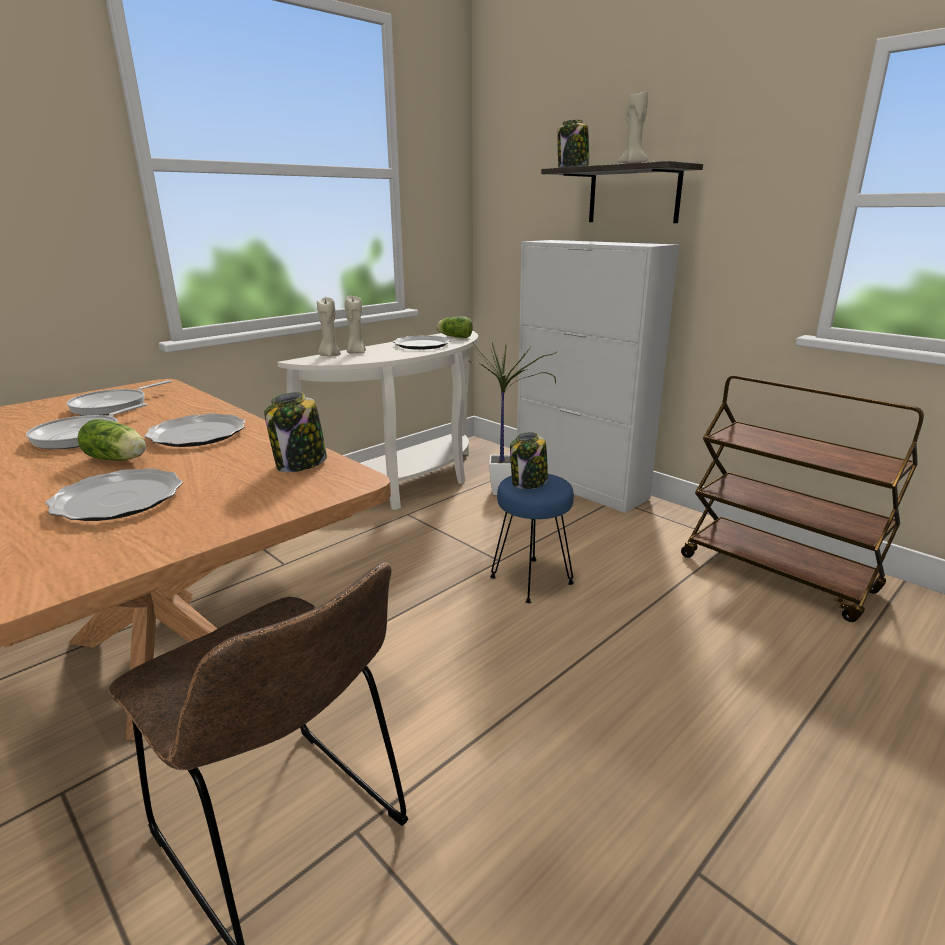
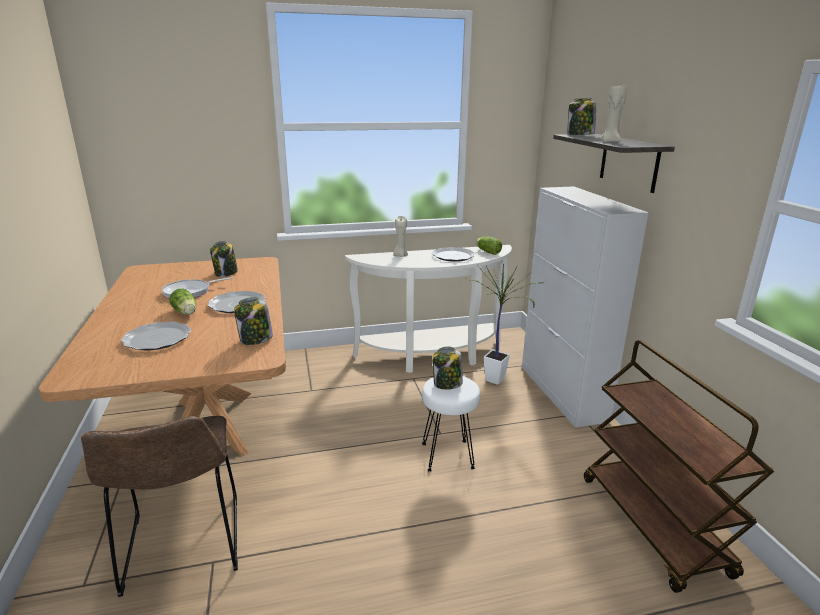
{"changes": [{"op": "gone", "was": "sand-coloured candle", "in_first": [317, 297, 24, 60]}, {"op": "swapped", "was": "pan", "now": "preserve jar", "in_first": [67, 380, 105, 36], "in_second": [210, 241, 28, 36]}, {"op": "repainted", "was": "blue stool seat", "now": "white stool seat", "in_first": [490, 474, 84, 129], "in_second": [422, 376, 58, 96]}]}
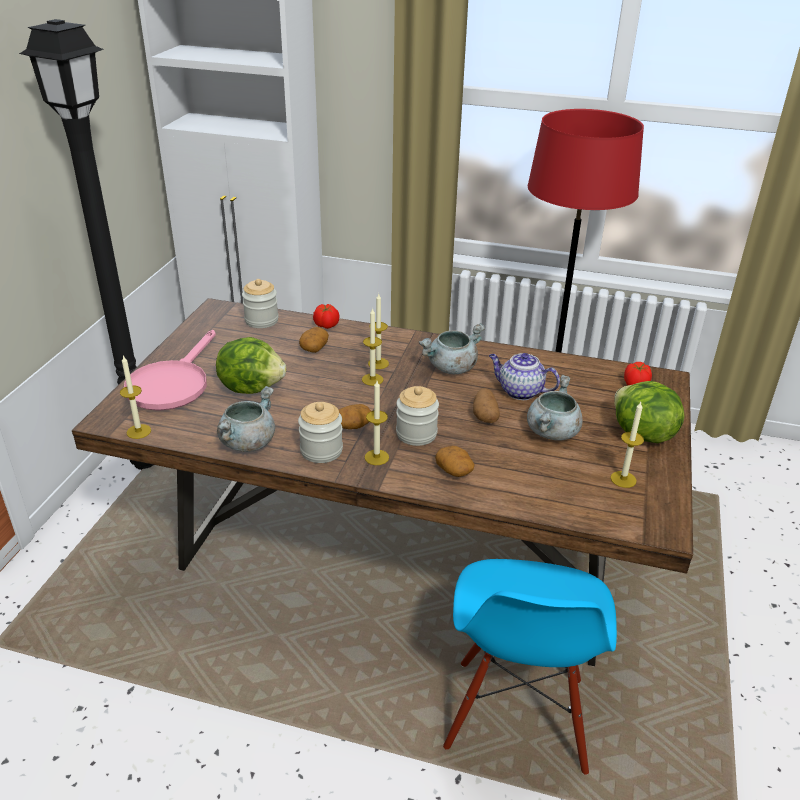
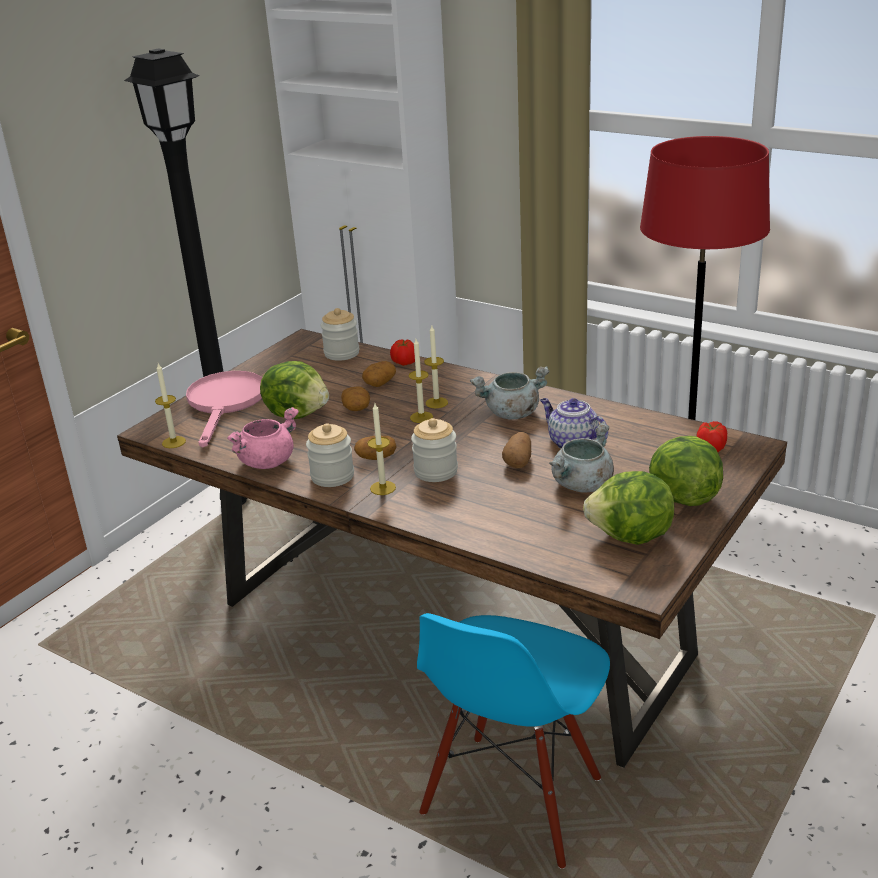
{"changes": [{"op": "rotated", "was": "pink-coloured pan", "in_first": [124, 330, 92, 81], "in_second": [186, 371, 76, 76], "clockwise": 150}, {"op": "repainted", "was": "greyish saucepot", "now": "pink-coloured saucepot", "in_first": [217, 386, 58, 66], "in_second": [227, 407, 72, 62]}, {"op": "swapped", "was": "candle", "now": "lettuce", "in_first": [611, 402, 33, 86], "in_second": [583, 471, 91, 74]}, {"op": "shifted", "was": "whole potato", "in_first": [435, 446, 39, 31], "in_second": [341, 387, 29, 24]}]}
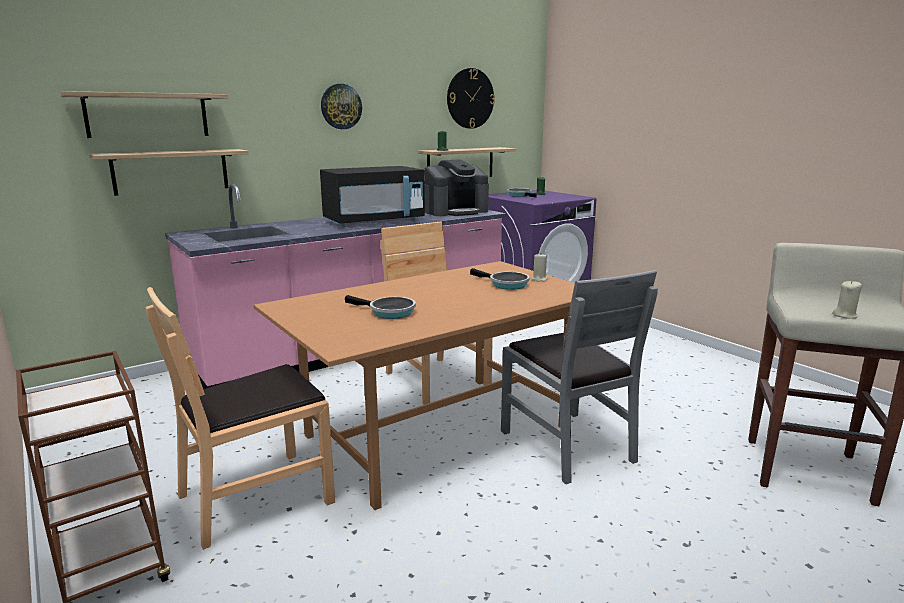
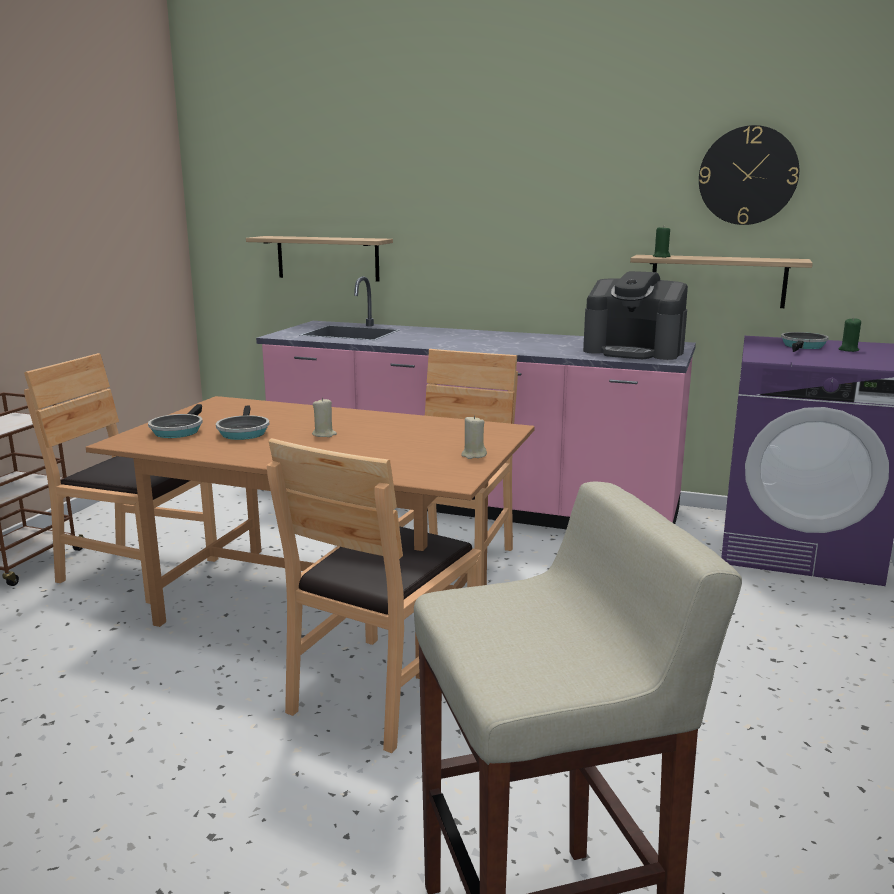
{"changes": [{"op": "gone", "was": "wall clock", "in_first": [321, 84, 41, 45]}, {"op": "gone", "was": "shelf", "in_first": [60, 91, 169, 47]}, {"op": "gone", "was": "blackish microwave oven", "in_first": [320, 166, 105, 61]}, {"op": "shifted", "was": "pan", "in_first": [470, 268, 60, 22], "in_second": [148, 404, 55, 34]}, {"op": "repainted", "was": "greyish chair", "now": "brown-coloured chair", "in_first": [501, 270, 157, 214], "in_second": [267, 438, 214, 315]}, {"op": "shifted", "was": "sand-coloured candle", "in_first": [832, 280, 30, 39], "in_second": [312, 398, 25, 39]}]}
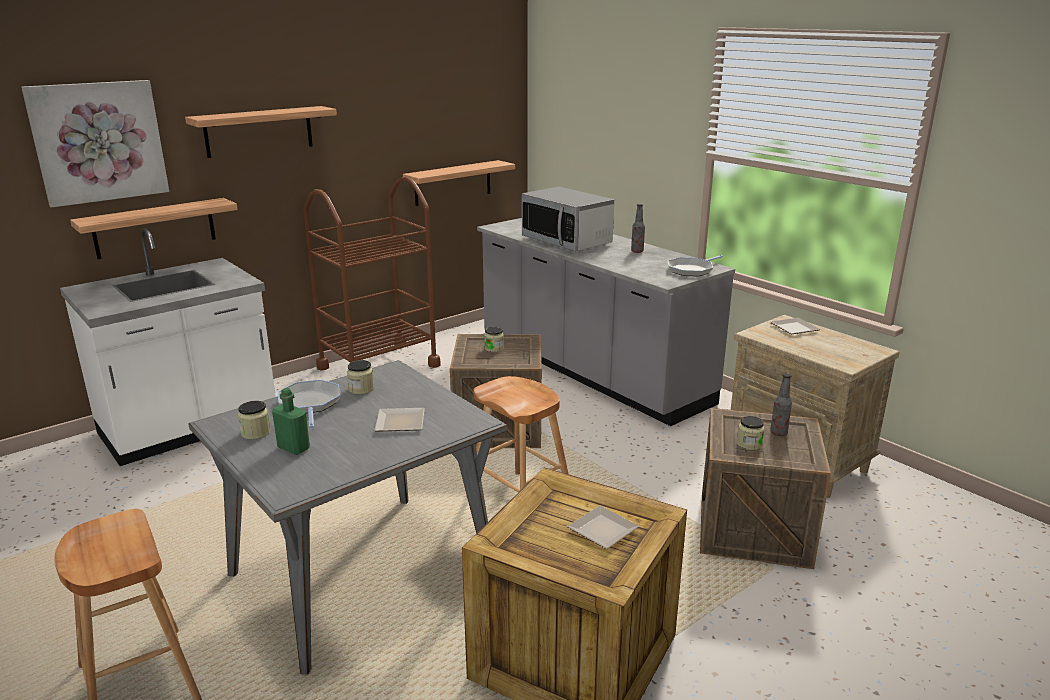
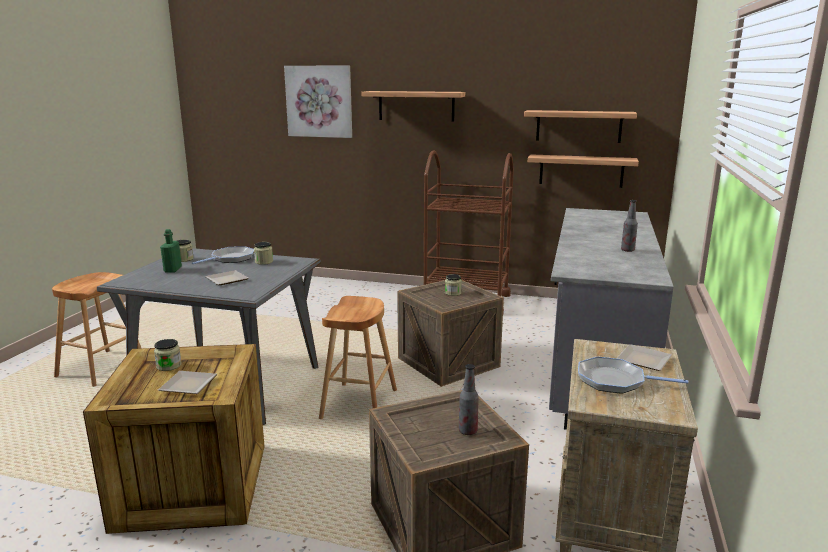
{"changes": [{"op": "gone", "was": "microwave oven", "in_first": [522, 187, 92, 64]}, {"op": "shifted", "was": "shelf", "in_first": [70, 198, 168, 61], "in_second": [524, 110, 113, 33]}, {"op": "gone", "was": "white kitchen base unit", "in_first": [60, 228, 216, 238]}, {"op": "shifted", "was": "pan", "in_first": [668, 255, 55, 21], "in_second": [578, 356, 110, 38]}, {"op": "shifted", "was": "preserve jar", "in_first": [737, 416, 27, 34], "in_second": [154, 339, 28, 32]}]}
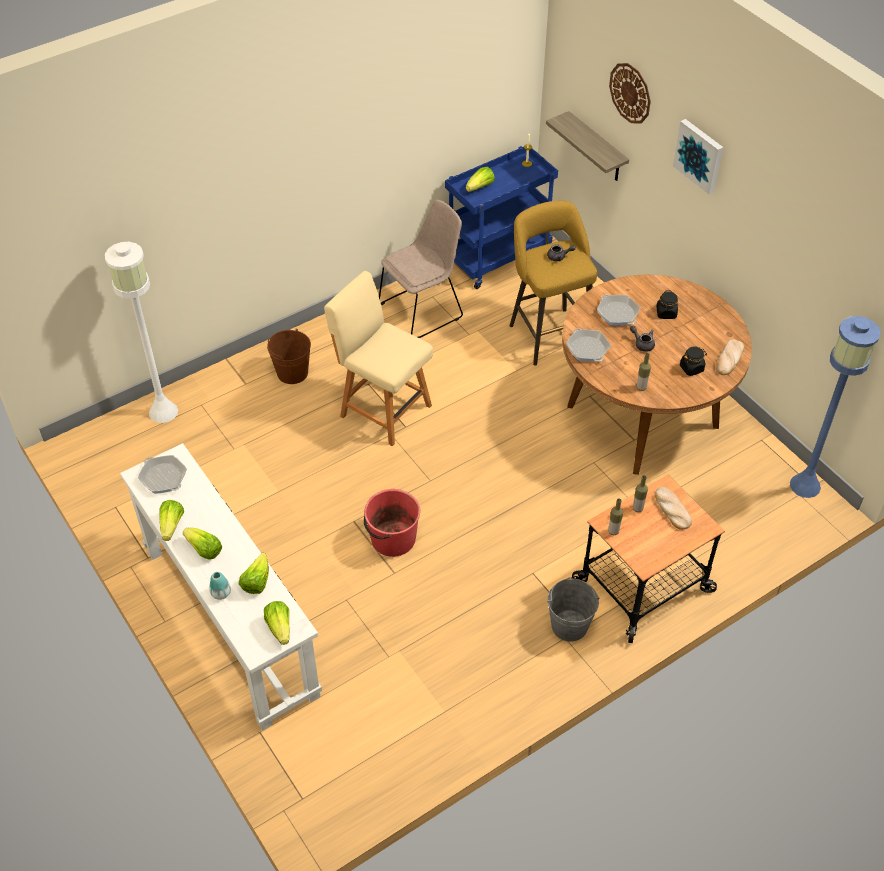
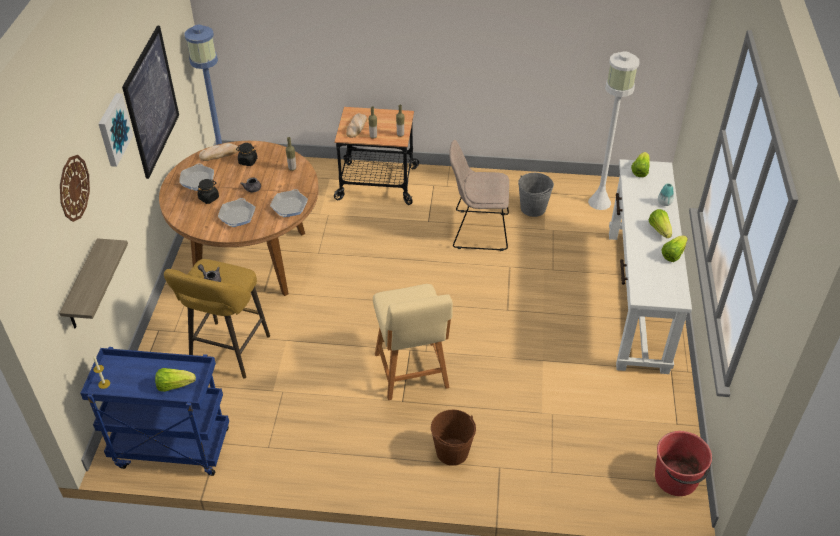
{"changes": [{"op": "shifted", "was": "sand-coloured chair", "in_first": [379, 200, 84, 138], "in_second": [449, 140, 60, 111]}, {"op": "shifted", "was": "white standard lamp", "in_first": [105, 242, 73, 181], "in_second": [588, 51, 52, 159]}, {"op": "shifted", "was": "pan", "in_first": [138, 455, 49, 39], "in_second": [179, 164, 35, 27]}, {"op": "shifted", "was": "red-coloured bucket", "in_first": [364, 489, 56, 68], "in_second": [655, 431, 57, 65]}, {"op": "gone", "was": "lettuce", "in_first": [239, 552, 30, 42]}, {"op": "shifted", "was": "greyish bucket", "in_first": [547, 577, 52, 64], "in_second": [518, 173, 36, 44]}, {"op": "new", "now": "wall art", "in_second": [122, 26, 57, 153]}]}
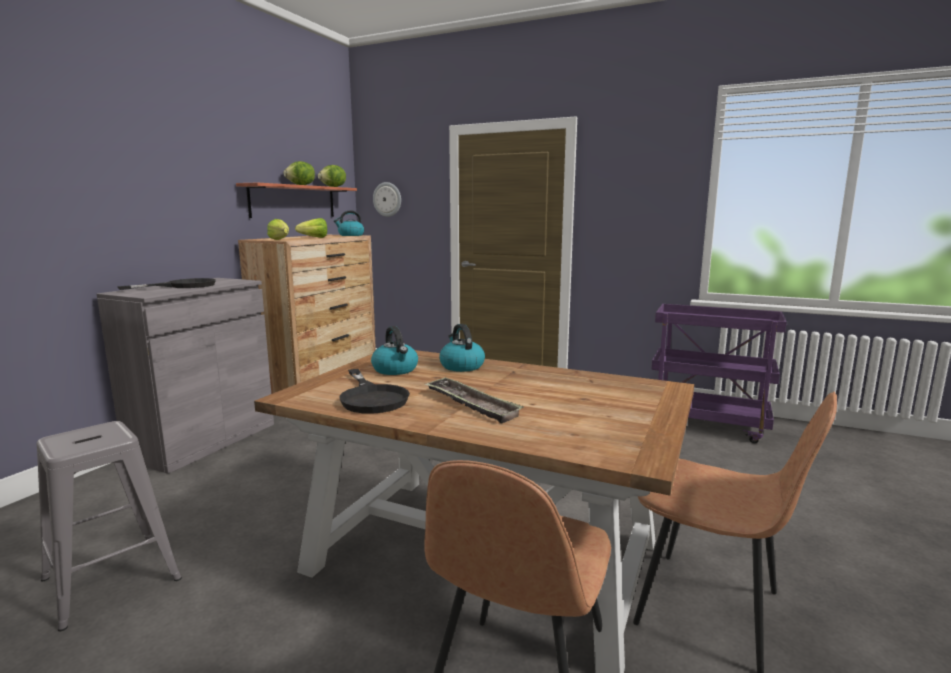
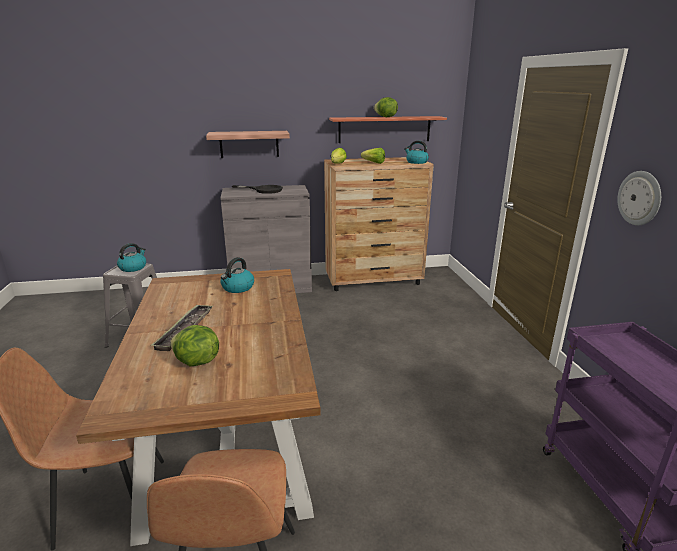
{"changes": [{"op": "shifted", "was": "lettuce", "in_first": [318, 165, 28, 22], "in_second": [170, 325, 49, 41]}, {"op": "shifted", "was": "wall clock", "in_first": [373, 182, 28, 35], "in_second": [617, 171, 44, 54]}, {"op": "shifted", "was": "tea kettle", "in_first": [439, 324, 46, 48], "in_second": [117, 243, 29, 29]}, {"op": "gone", "was": "blackish pan", "in_first": [339, 369, 71, 45]}, {"op": "new", "now": "shelf", "in_second": [206, 131, 84, 27]}]}
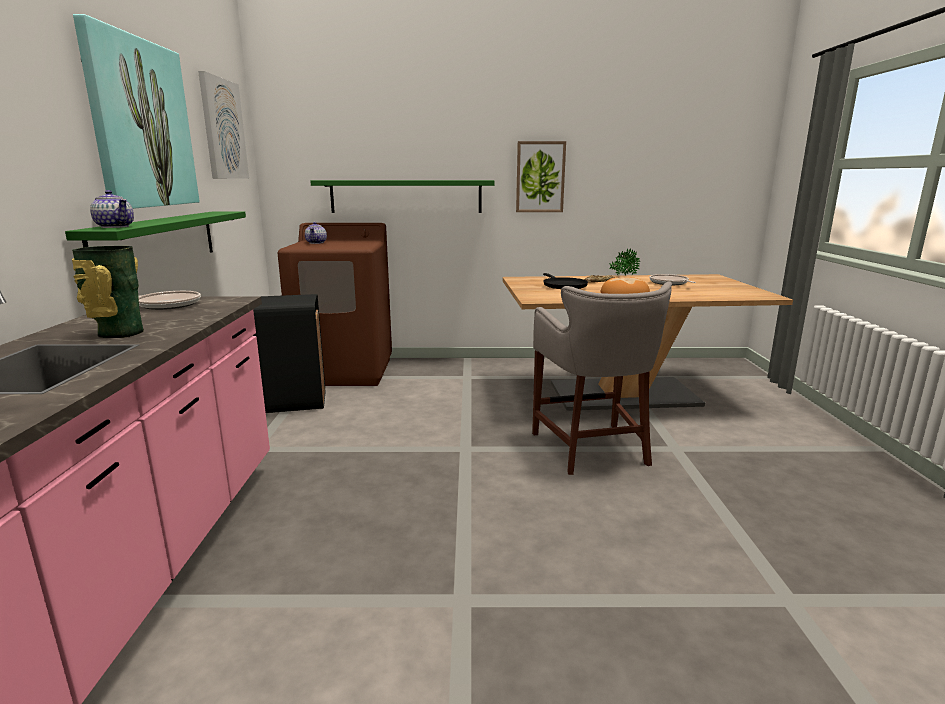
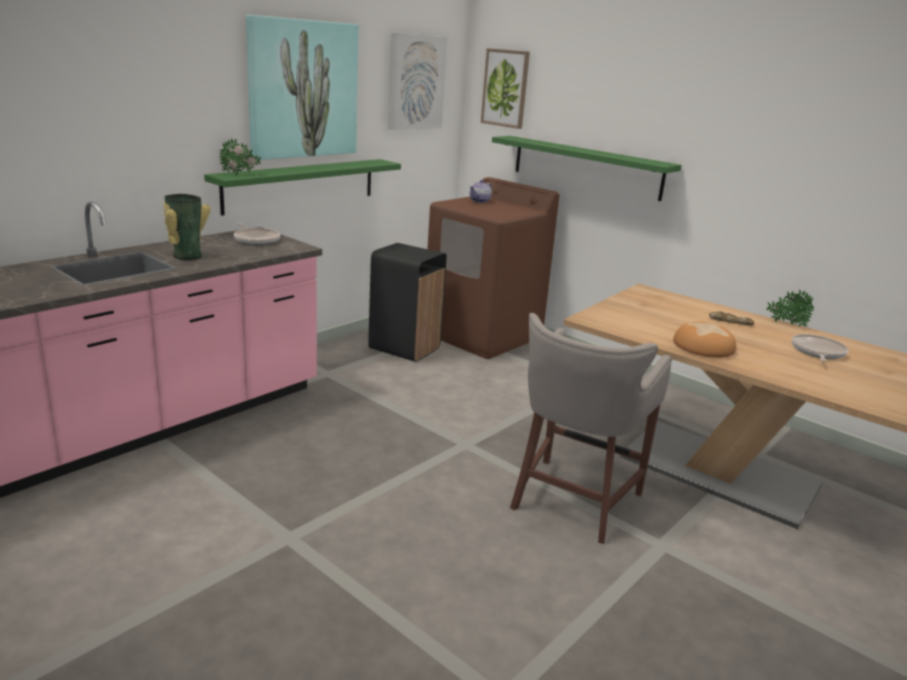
{"changes": [{"op": "shifted", "was": "wall art", "in_first": [516, 141, 50, 71], "in_second": [481, 48, 49, 81]}, {"op": "swapped", "was": "pot for tea", "now": "plant in a pot", "in_first": [90, 190, 44, 38], "in_second": [219, 138, 42, 37]}, {"op": "gone", "was": "blackish pan", "in_first": [543, 273, 45, 16]}]}
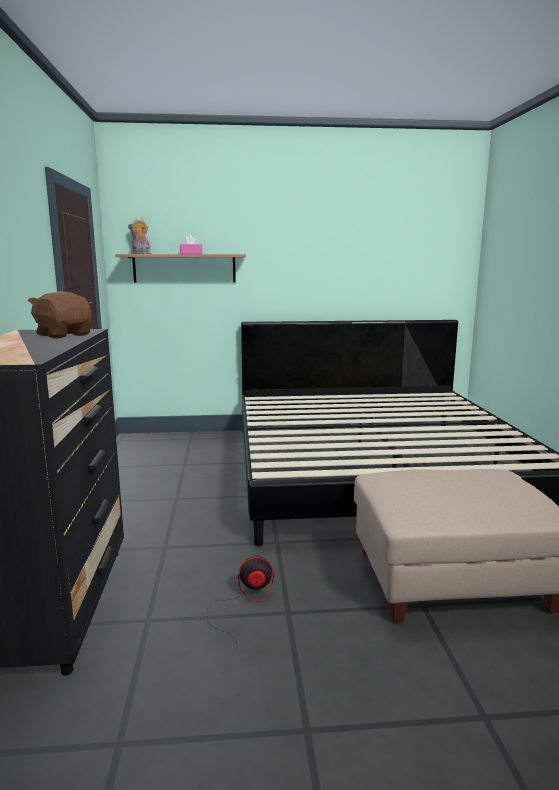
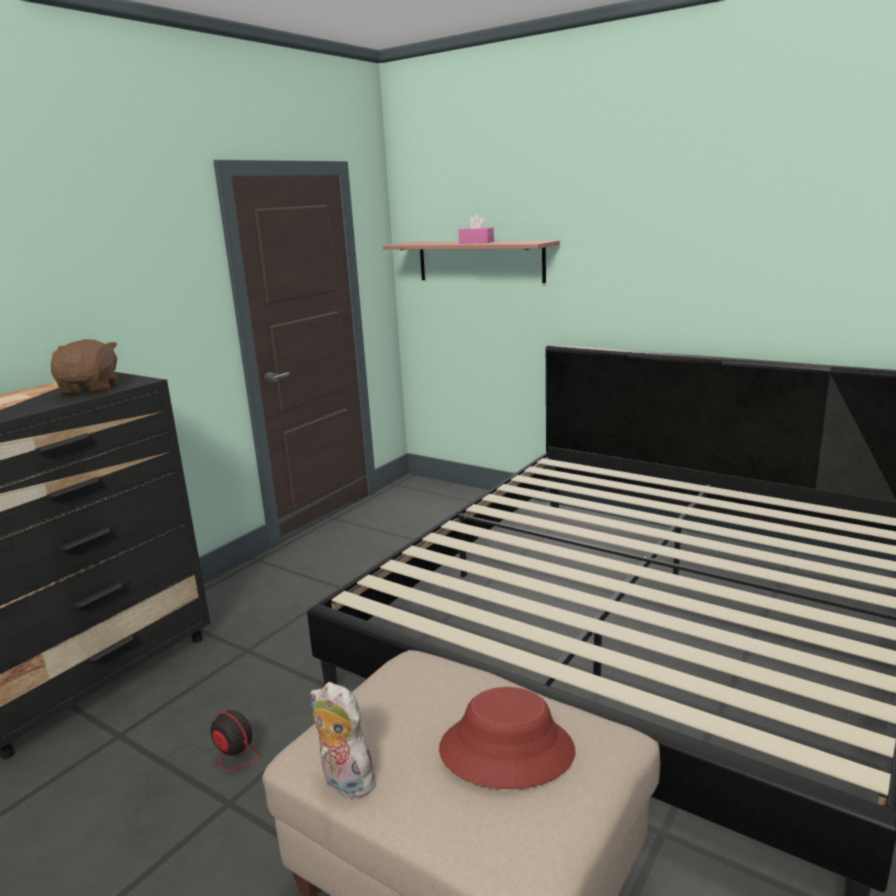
{"changes": [{"op": "shifted", "was": "plush toy", "in_first": [128, 217, 23, 37], "in_second": [310, 682, 67, 117]}, {"op": "new", "now": "red-coloured clothing hat", "in_second": [439, 687, 136, 102]}]}
